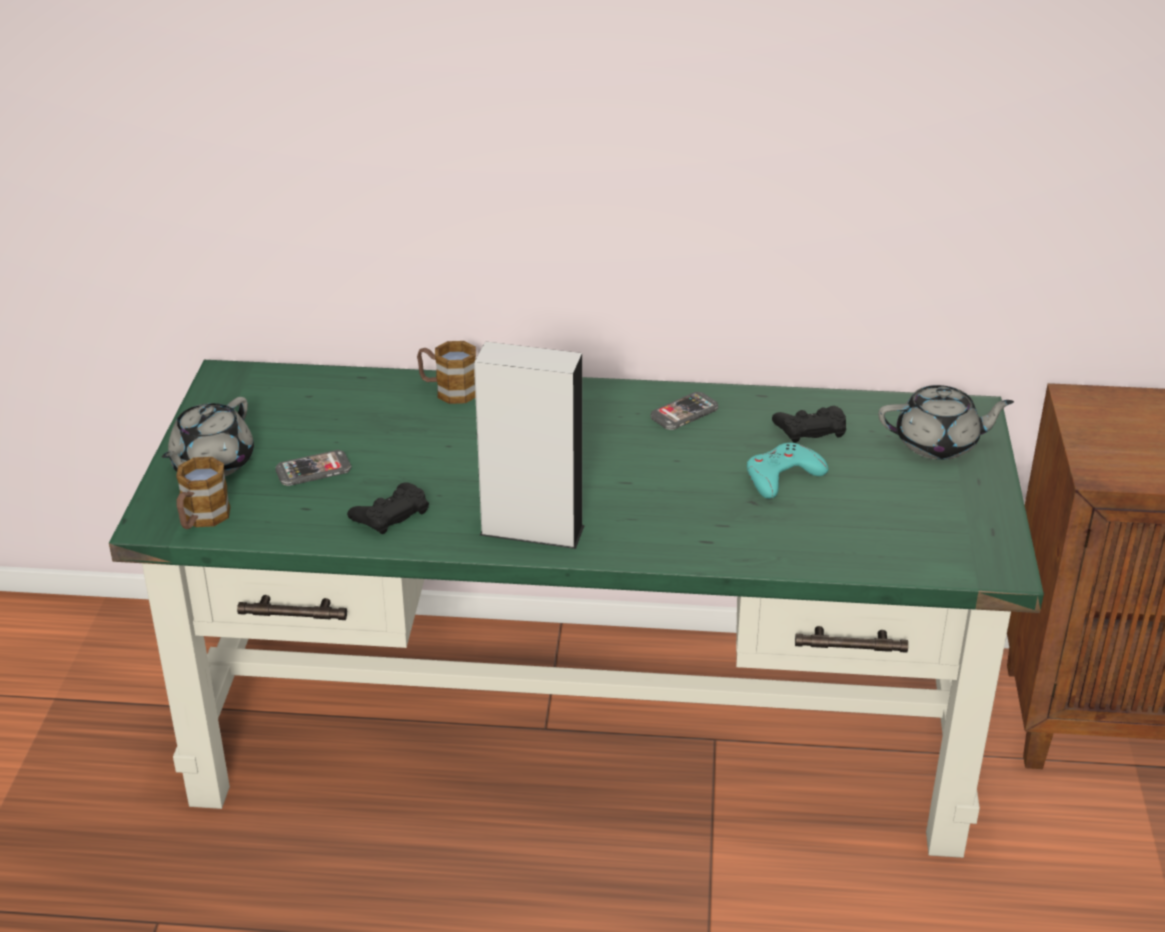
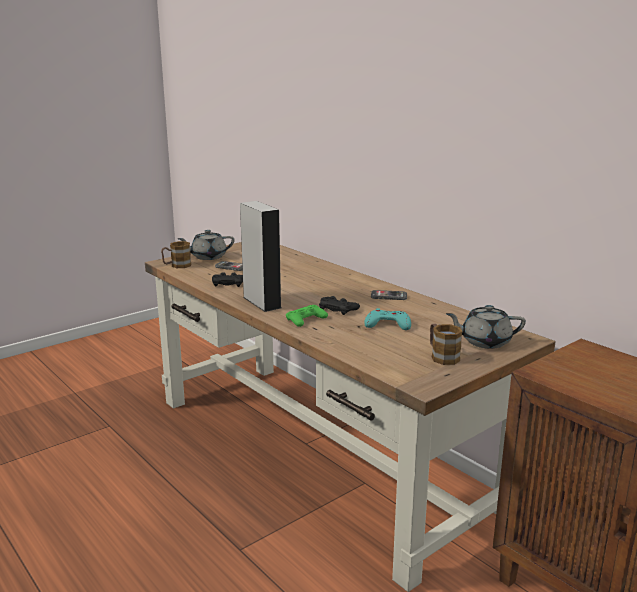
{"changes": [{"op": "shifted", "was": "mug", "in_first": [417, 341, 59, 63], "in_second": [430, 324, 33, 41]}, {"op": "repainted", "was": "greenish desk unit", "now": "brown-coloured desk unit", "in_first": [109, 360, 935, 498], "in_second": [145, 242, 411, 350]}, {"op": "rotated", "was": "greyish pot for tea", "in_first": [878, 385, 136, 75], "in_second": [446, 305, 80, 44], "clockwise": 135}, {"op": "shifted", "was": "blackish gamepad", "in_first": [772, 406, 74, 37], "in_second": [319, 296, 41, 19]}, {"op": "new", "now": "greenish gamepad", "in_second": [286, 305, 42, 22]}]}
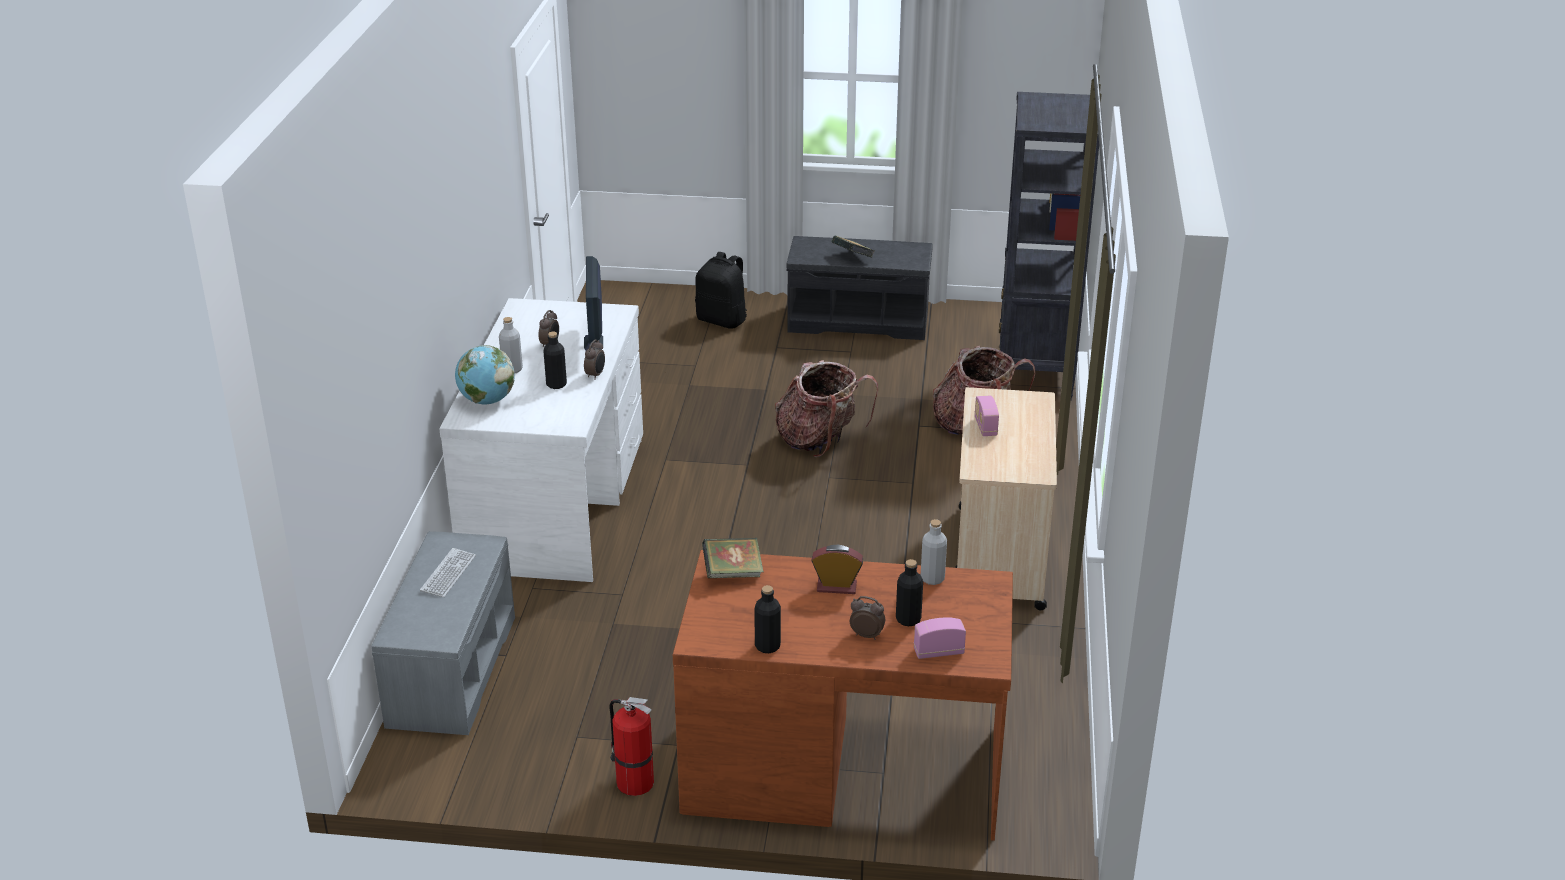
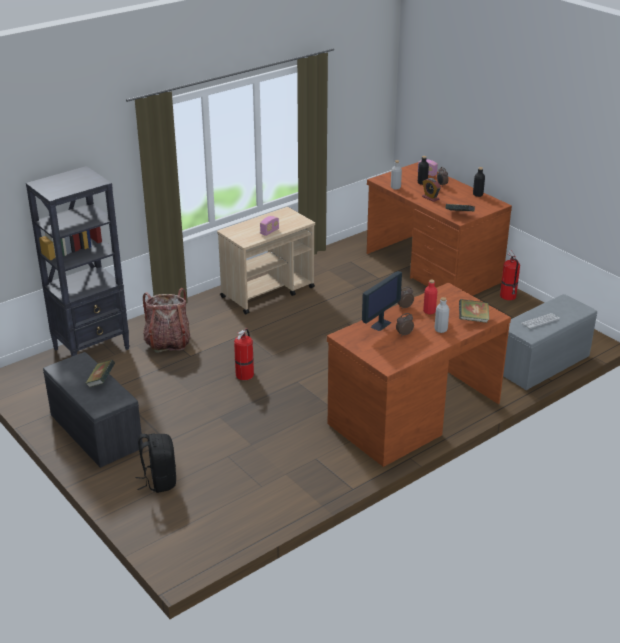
{"changes": [{"op": "repainted", "was": "white desk unit", "now": "brown-coloured desk unit", "in_first": [439, 298, 204, 284], "in_second": [327, 282, 184, 185]}, {"op": "repainted", "was": "blackish beverage bottle", "now": "red-coloured beverage bottle", "in_first": [544, 332, 23, 57], "in_second": [423, 279, 14, 35]}, {"op": "swapped", "was": "desk globe", "now": "bound book", "in_first": [455, 345, 60, 59], "in_second": [459, 299, 30, 24]}, {"op": "swapped", "was": "backpack", "now": "fire extinguisher", "in_first": [775, 360, 103, 97], "in_second": [234, 328, 20, 52]}]}
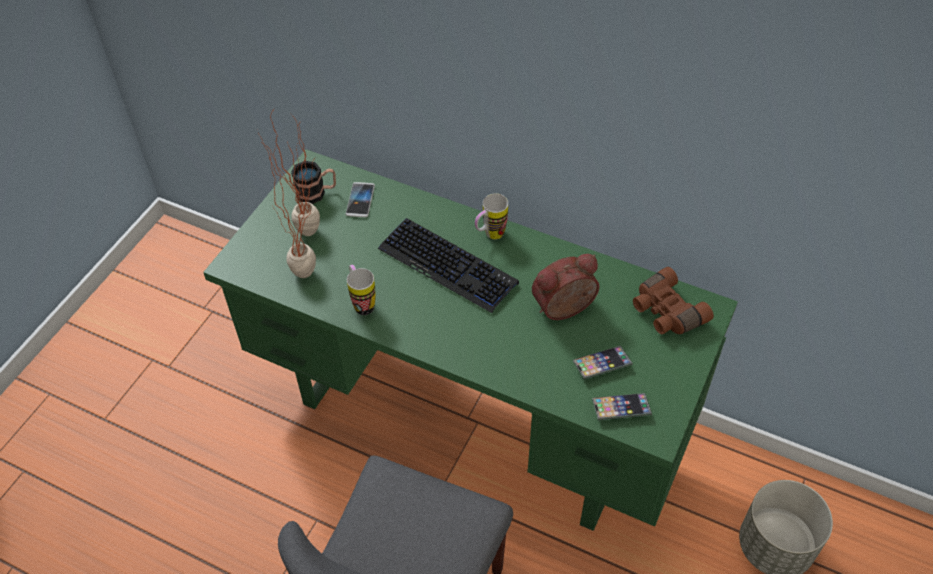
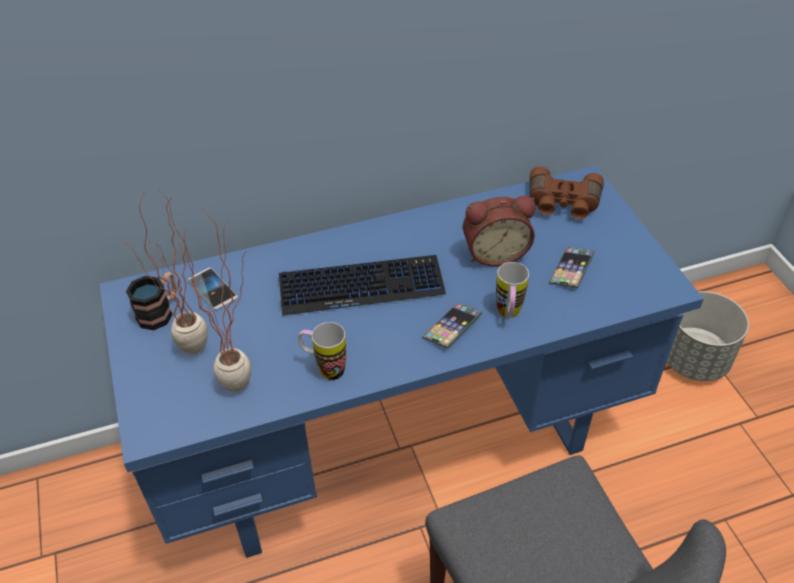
{"changes": [{"op": "repainted", "was": "greenish desk unit", "now": "blue desk unit", "in_first": [203, 149, 535, 382], "in_second": [99, 166, 605, 392]}, {"op": "shifted", "was": "mug", "in_first": [475, 194, 33, 45], "in_second": [496, 262, 33, 56]}, {"op": "rotated", "was": "table clock", "in_first": [532, 254, 67, 66], "in_second": [463, 196, 73, 70], "clockwise": -120}, {"op": "shifted", "was": "handset", "in_first": [592, 393, 60, 27], "in_second": [423, 303, 59, 46]}]}
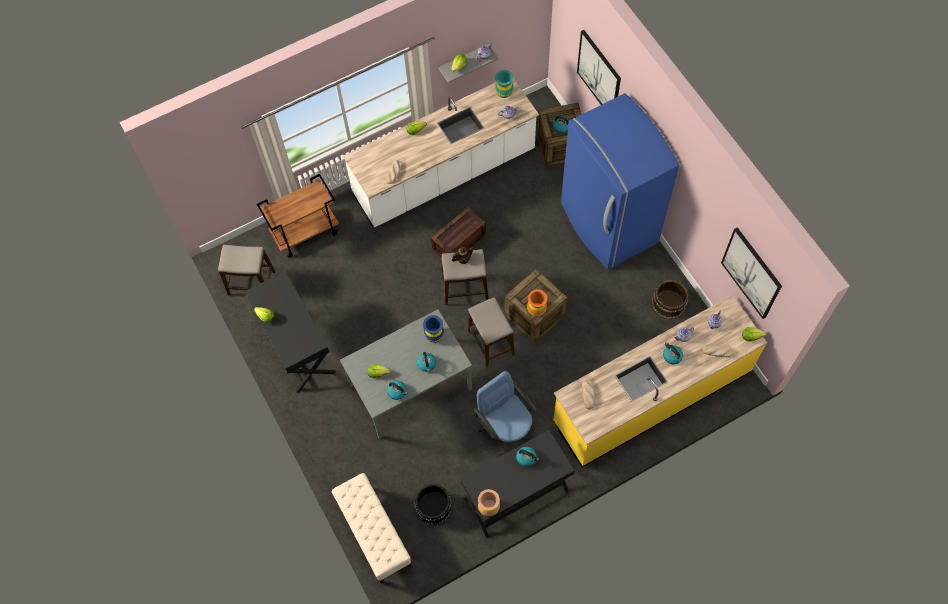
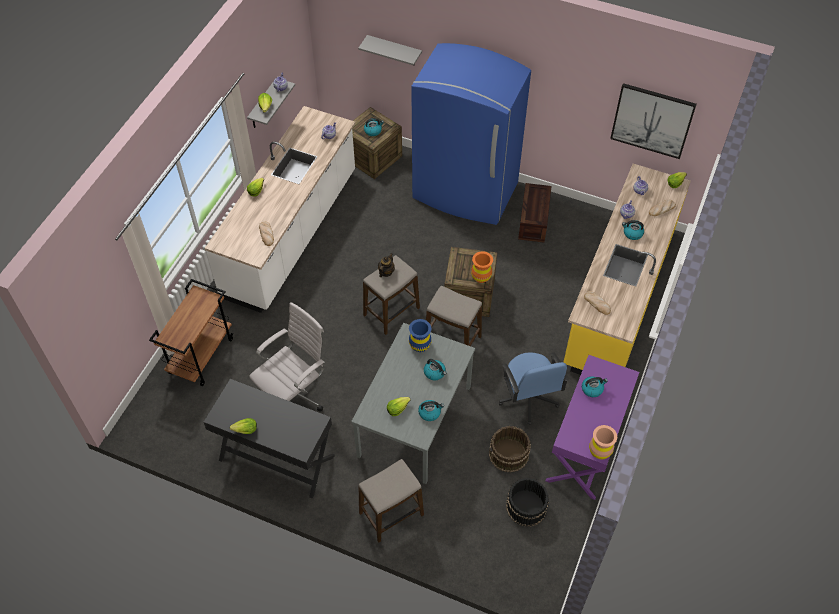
{"changes": [{"op": "swapped", "was": "wall art", "now": "greyish shelf", "in_first": [577, 30, 44, 75], "in_second": [358, 35, 64, 31]}, {"op": "gone", "was": "turquoise-coloured decorative vase", "in_first": [495, 70, 19, 28]}, {"op": "shifted", "was": "packing crate", "in_first": [431, 207, 55, 51], "in_second": [518, 183, 34, 60]}, {"op": "shifted", "was": "stool seat", "in_first": [218, 245, 57, 51], "in_second": [359, 459, 65, 84]}, {"op": "shifted", "was": "brown-coloured bucket", "in_first": [652, 280, 36, 39], "in_second": [489, 426, 42, 46]}, {"op": "rotated", "was": "blue computer chair", "in_first": [474, 371, 62, 85], "in_second": [499, 352, 70, 73], "clockwise": -120}, {"op": "repainted", "was": "blackish desk unit", "now": "purplish desk unit", "in_first": [460, 430, 115, 108], "in_second": [545, 355, 94, 145]}, {"op": "gone", "was": "sand-coloured long seat", "in_first": [331, 473, 81, 110]}, {"op": "new", "now": "white computer chair", "in_second": [249, 302, 76, 110]}]}
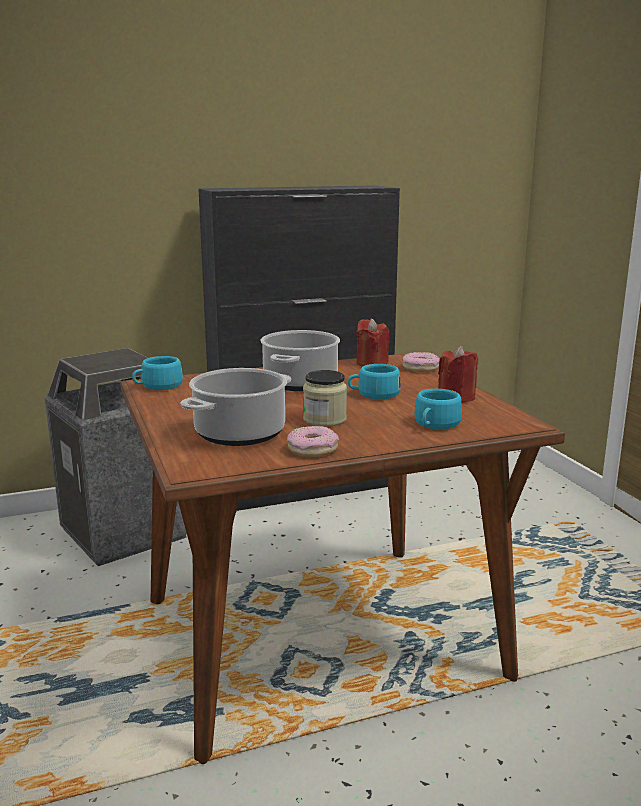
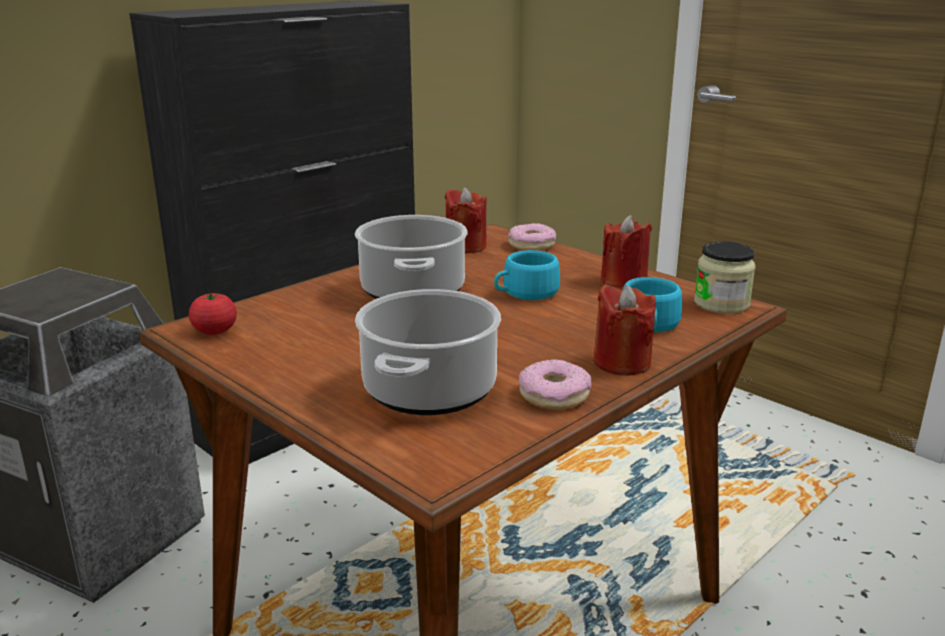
{"changes": [{"op": "swapped", "was": "turquoise-coloured small cup", "now": "tomato", "in_first": [132, 356, 51, 34], "in_second": [189, 293, 48, 42]}, {"op": "shifted", "was": "preserve jar", "in_first": [303, 370, 44, 57], "in_second": [694, 241, 62, 73]}, {"op": "new", "now": "red-coloured candle", "in_second": [593, 285, 63, 91]}]}
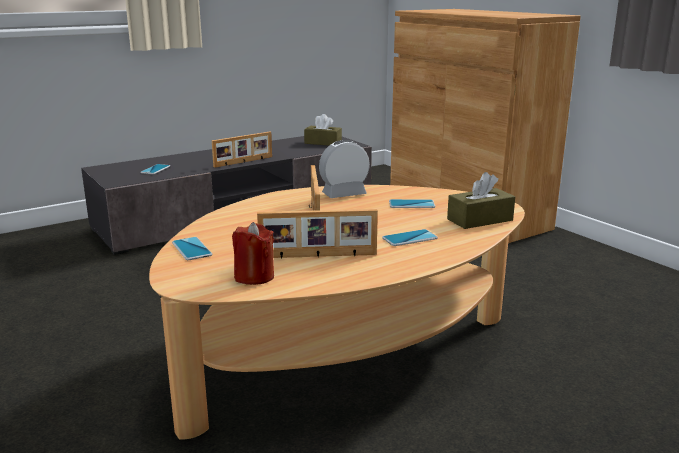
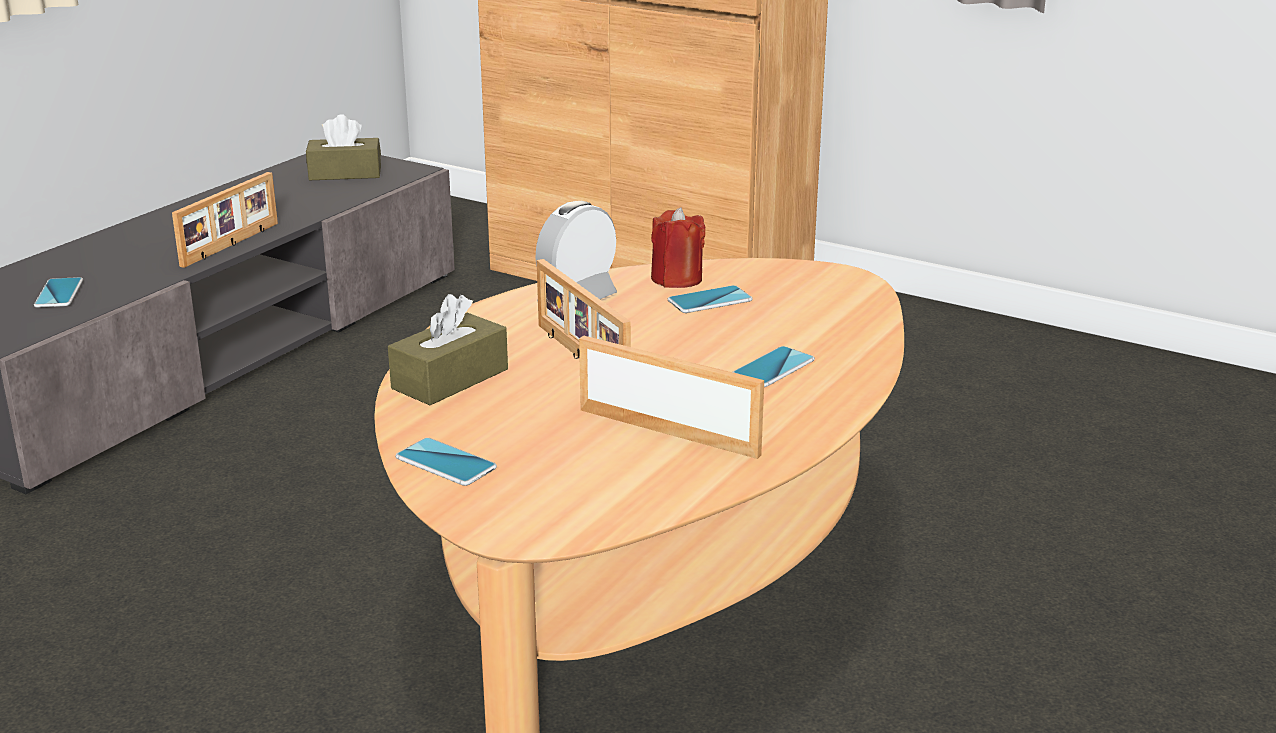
{"changes": [{"op": "shifted", "was": "brown-coloured box of tissues", "in_first": [447, 172, 68, 57], "in_second": [388, 294, 120, 111]}, {"op": "rotated", "was": "photo frame", "in_first": [257, 209, 121, 50], "in_second": [579, 336, 185, 123], "clockwise": -120}, {"op": "shifted", "was": "red-coloured candle", "in_first": [232, 222, 42, 63], "in_second": [651, 207, 55, 81]}]}
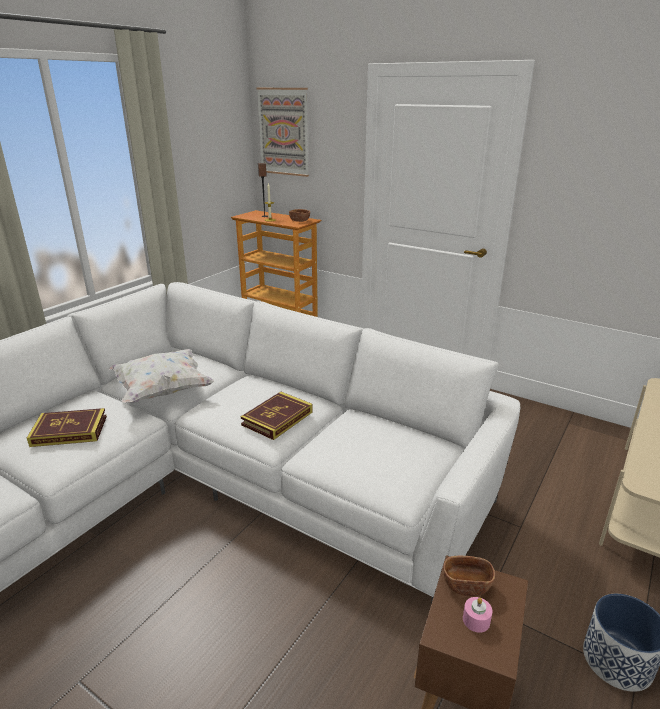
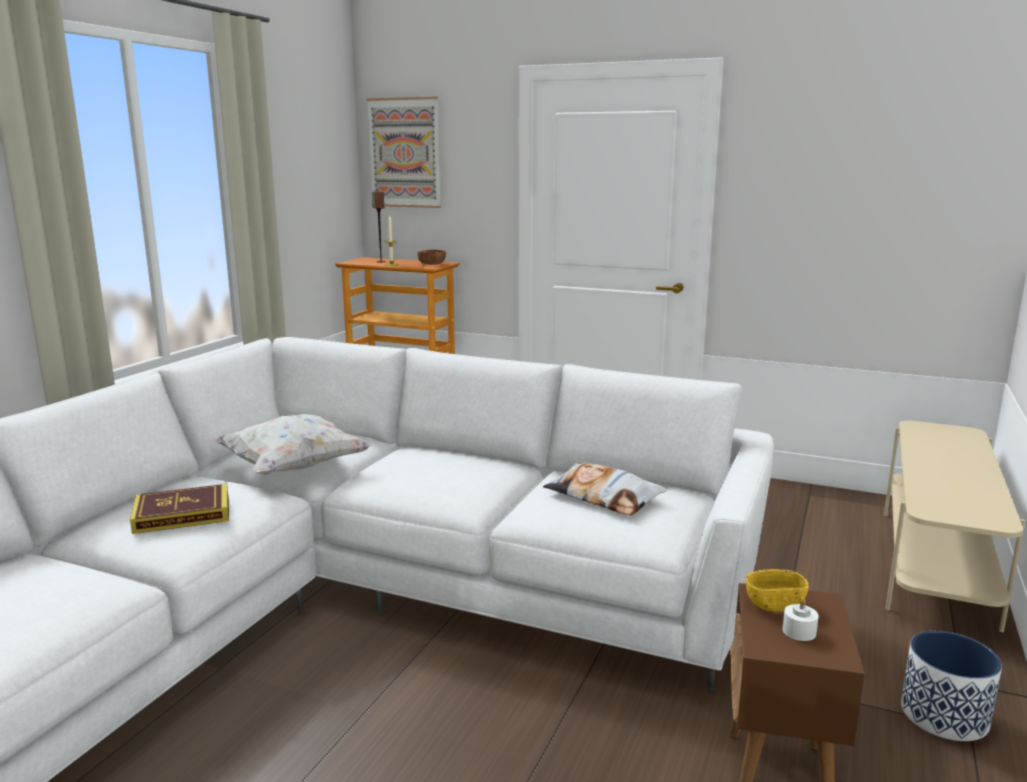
{"changes": [{"op": "gone", "was": "bound book", "in_first": [241, 392, 72, 48]}, {"op": "repainted", "was": "brown-coloured serving bowl", "now": "yellowish serving bowl", "in_first": [443, 556, 52, 40], "in_second": [746, 569, 63, 43]}, {"op": "repainted", "was": "pink-coloured candle", "now": "white candle", "in_first": [463, 597, 30, 36], "in_second": [782, 597, 37, 44]}, {"op": "new", "now": "cushion", "in_second": [543, 463, 124, 53]}]}
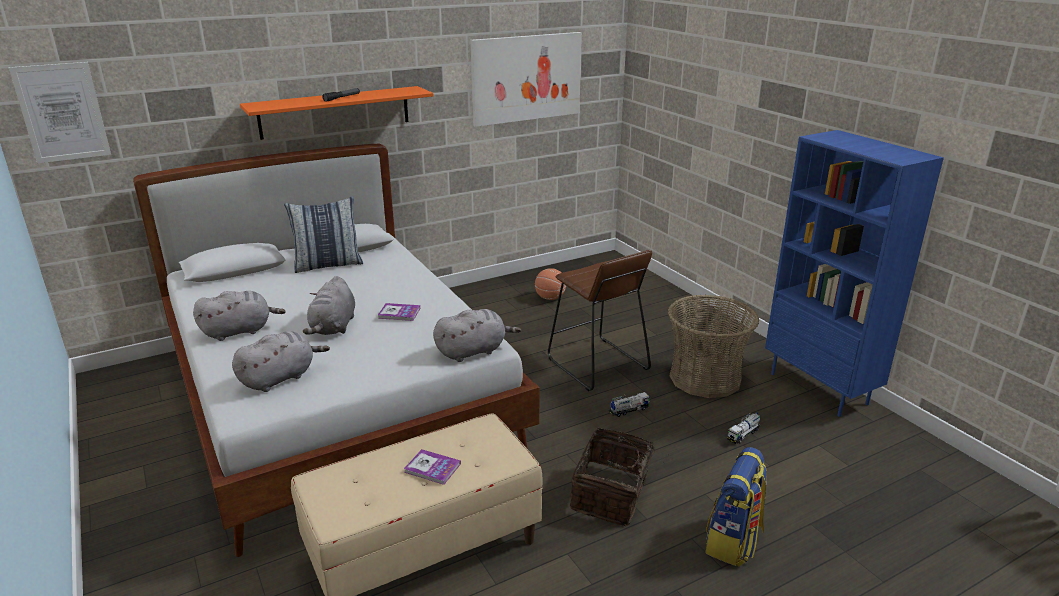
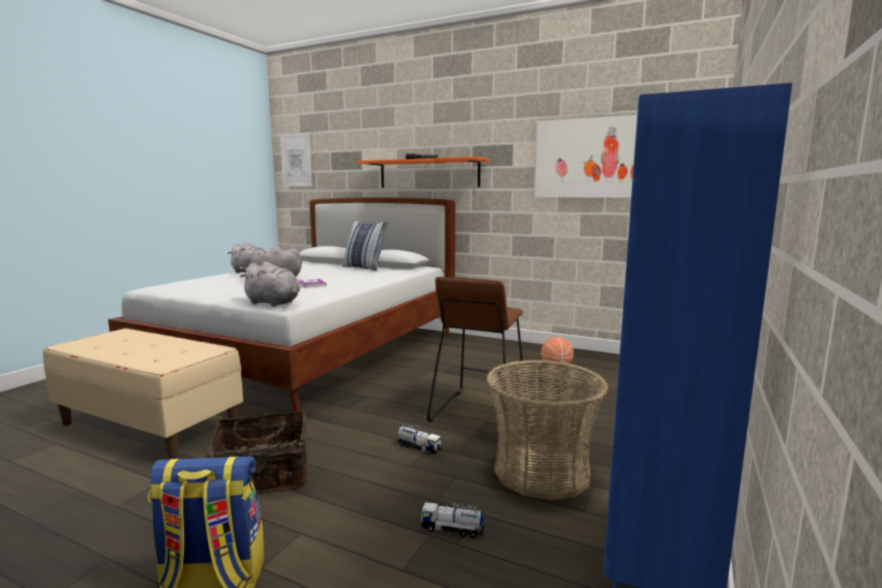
{"changes": [{"op": "gone", "was": "greyish plush toy", "in_first": [232, 331, 98, 61]}, {"op": "gone", "was": "bound book", "in_first": [404, 449, 57, 36]}]}
